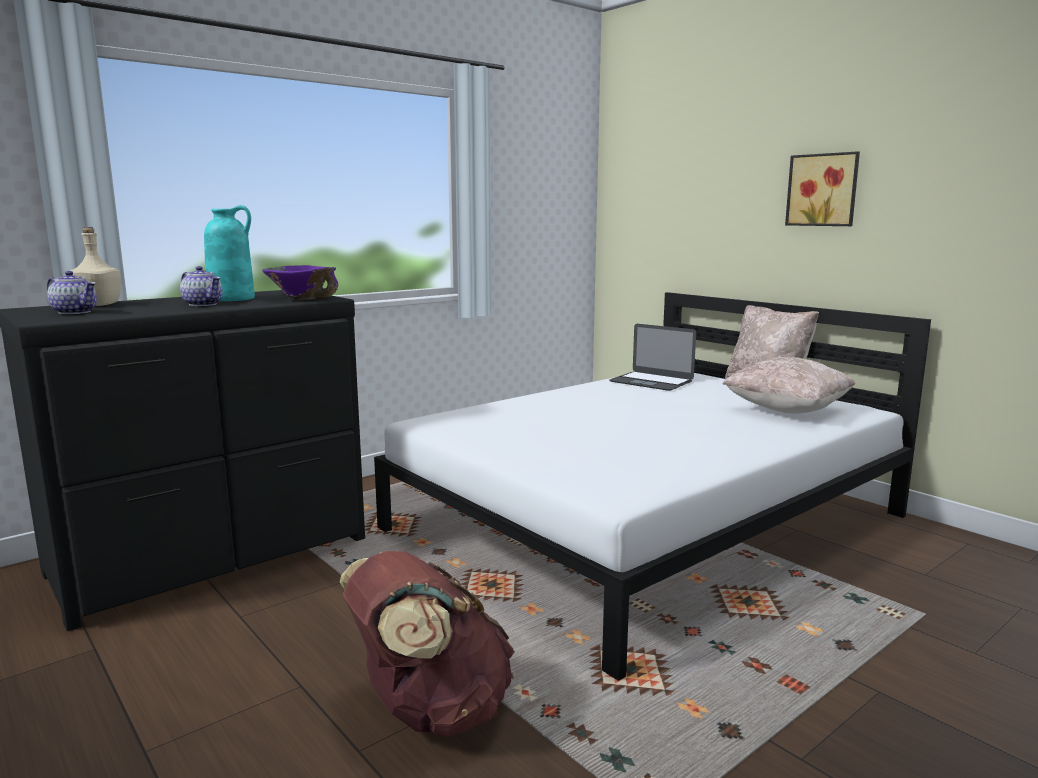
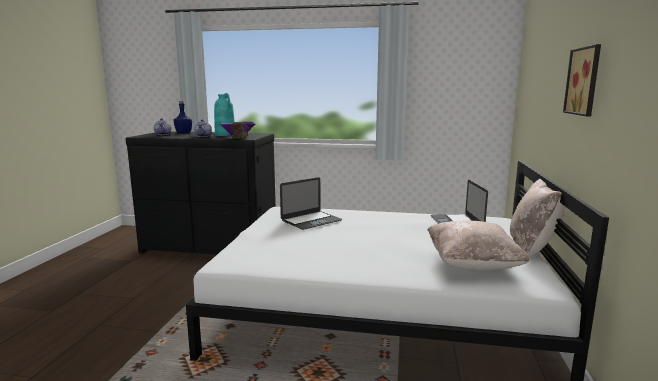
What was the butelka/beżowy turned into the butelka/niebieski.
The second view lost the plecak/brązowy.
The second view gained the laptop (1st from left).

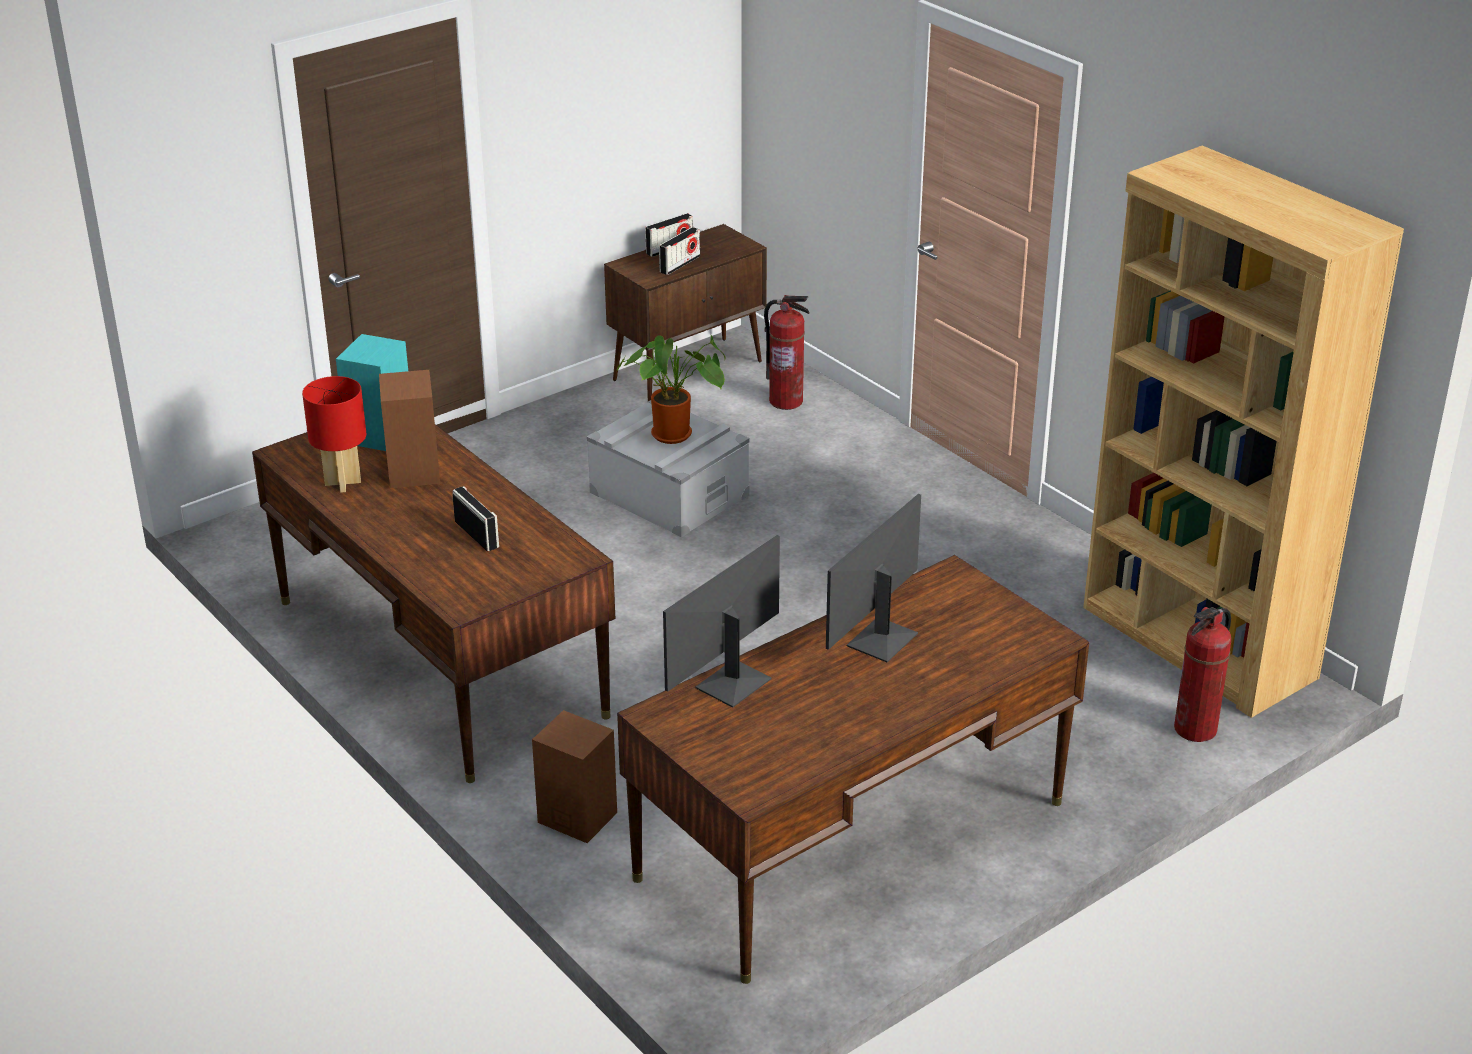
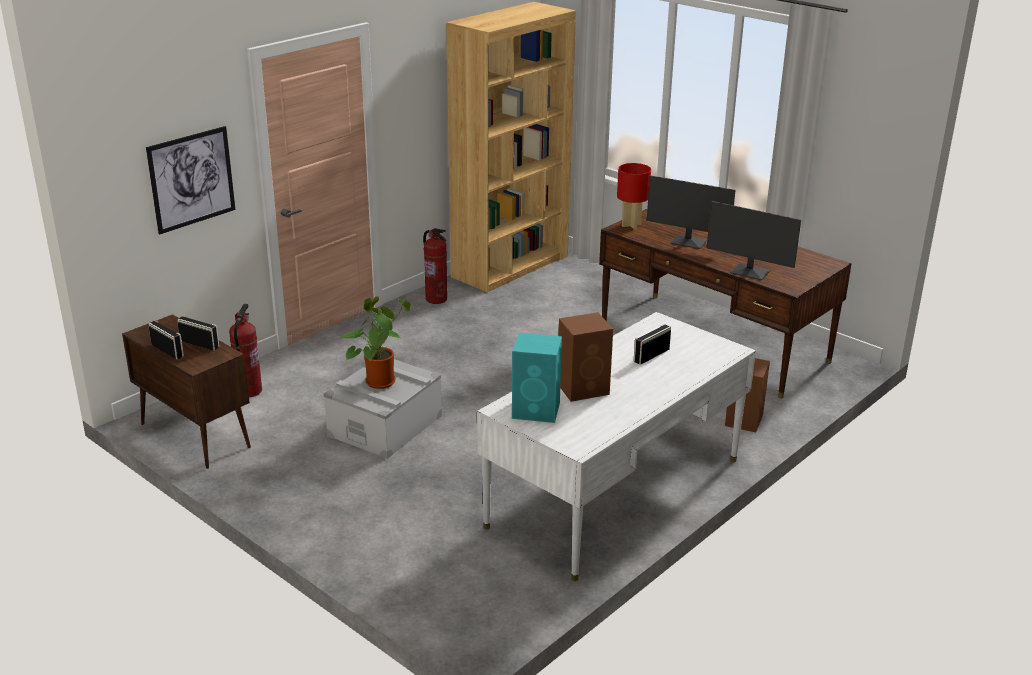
The lampa stołowa/czerwony ended up elsewhere.
What was the biurko/brązowy (1st from left) turned into the biurko/biały.
The gaśnica (2nd from left) ended up elsewhere.
The second view gained the obraz.

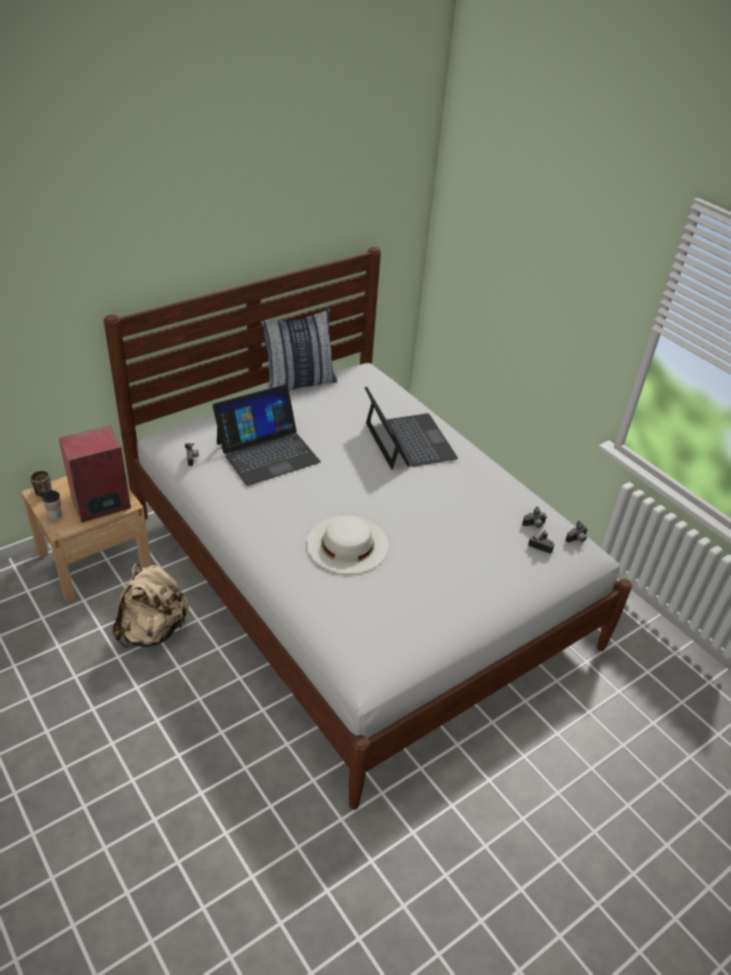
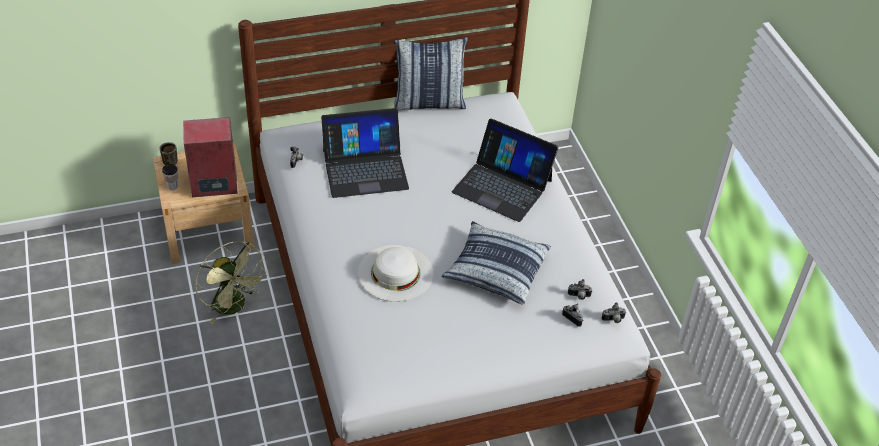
The laptop (2nd from left) ended up facing another way, 120 degrees clockwise from before.
Where the plecak/beżowy stood, the wentylator/zielony came to stand.
The second view gained the poduszka (2nd from left).

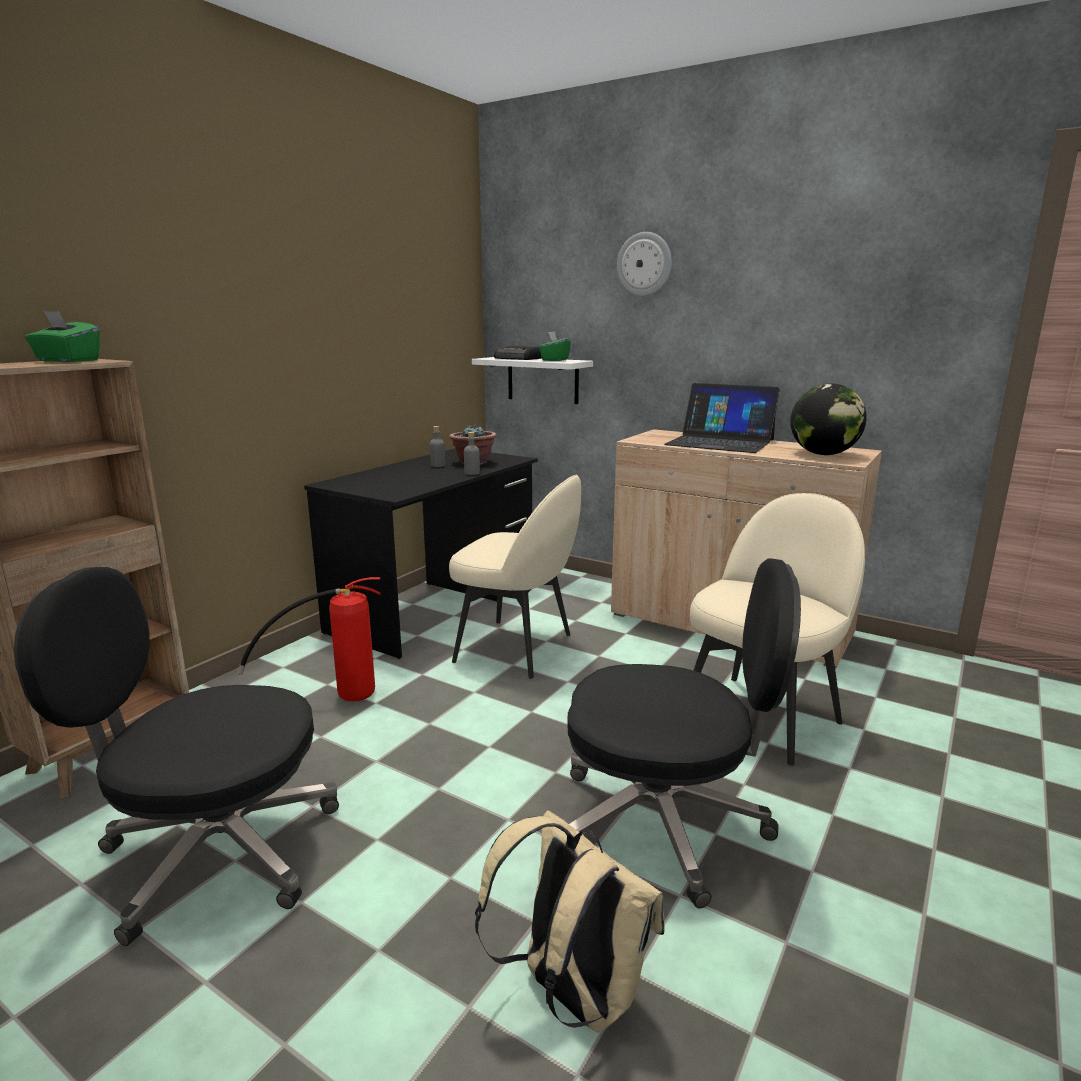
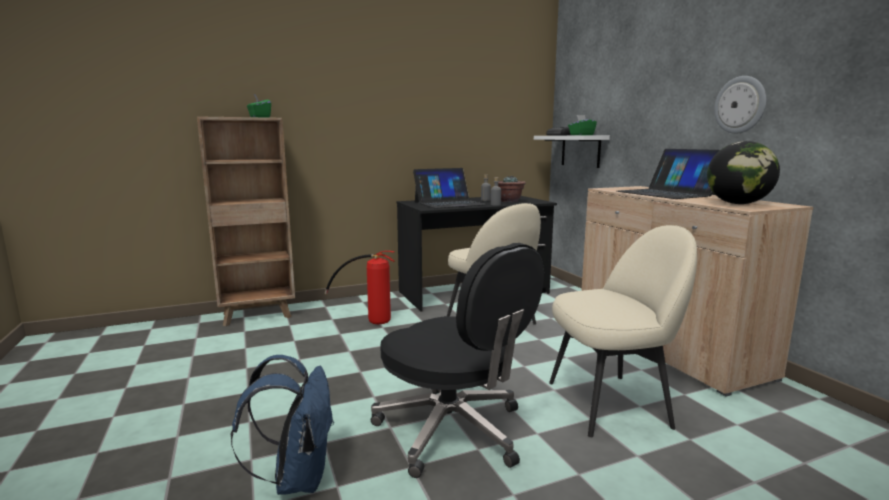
The zegar ścienny ended up elsewhere.
The second view lost the krzesło biurowe/czarny (1st from left).
What was the plecak/beżowy turned into the plecak/niebieski.
The second view gained the laptop (1st from left).

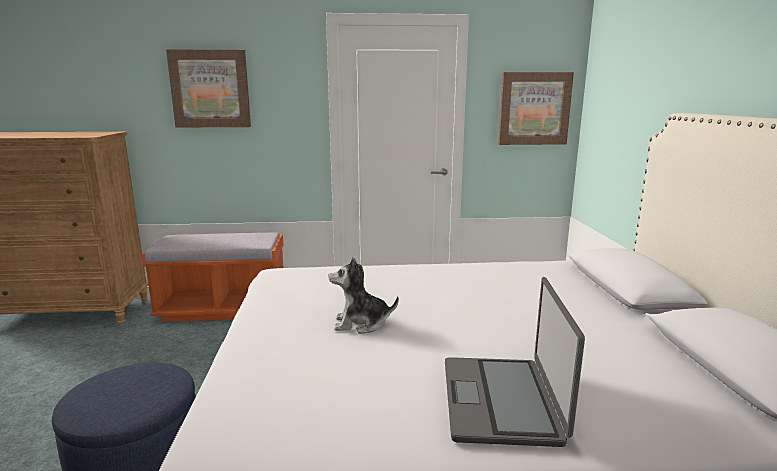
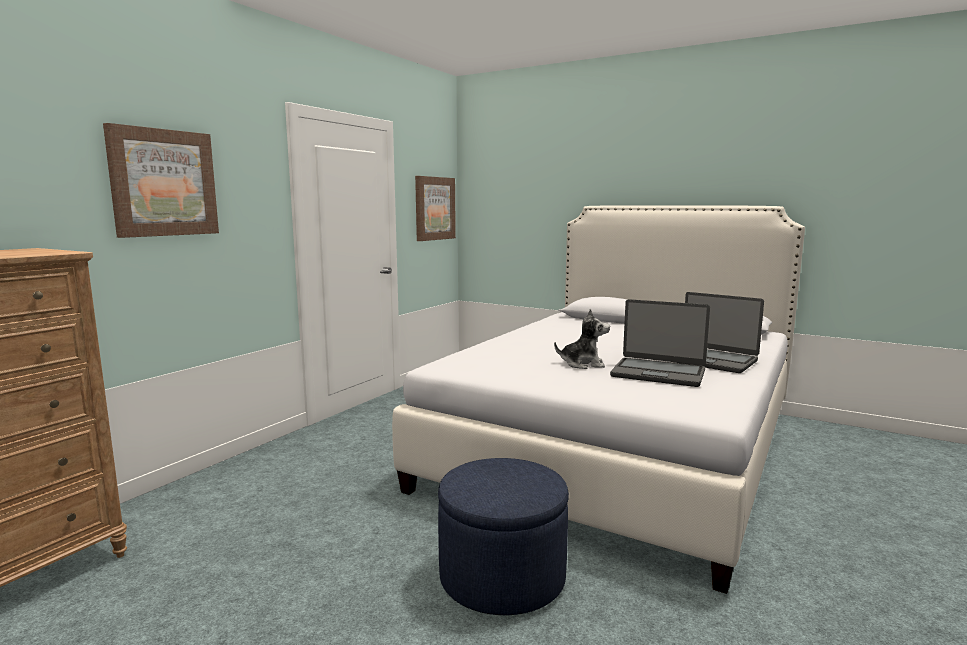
The second view lost the ławka/pomarańczowy.
The pluszak ended up facing another way, 120 degrees counterclockwise from before.
The second view gained the laptop (1st from left).

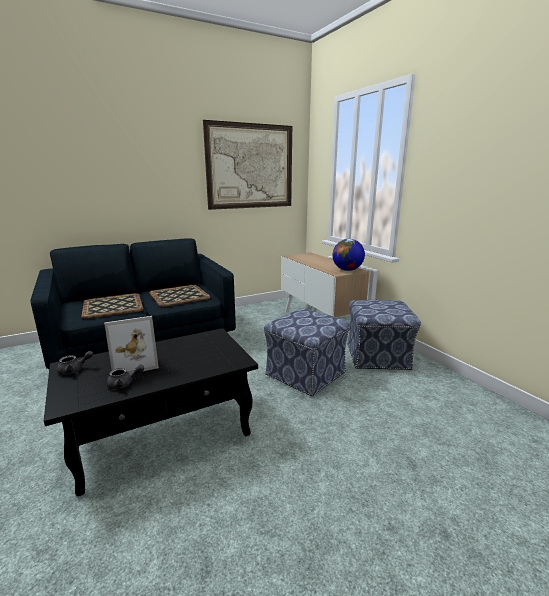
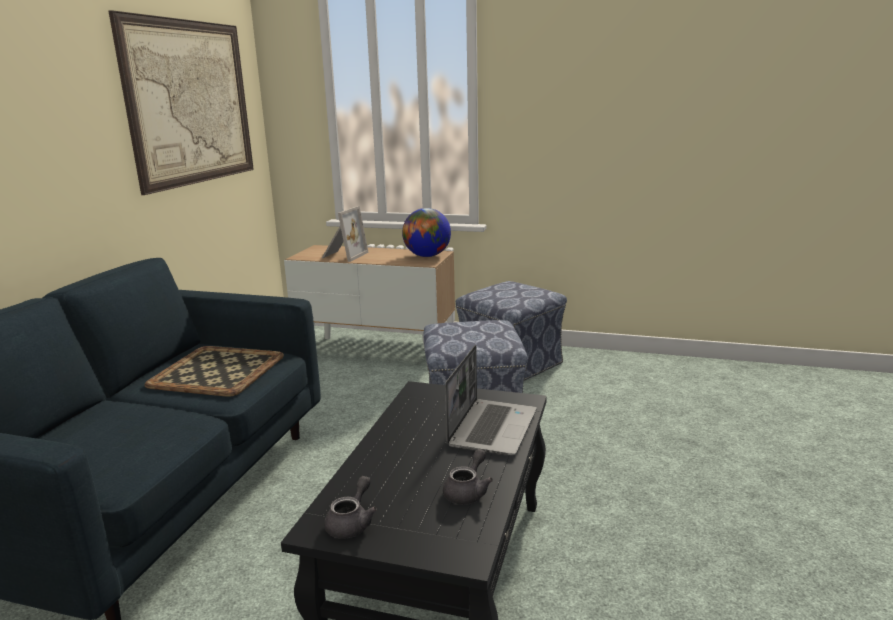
The second view lost the taca (1st from left).
The ramka na zdjęcie ended up elsewhere.
The second view gained the laptop.

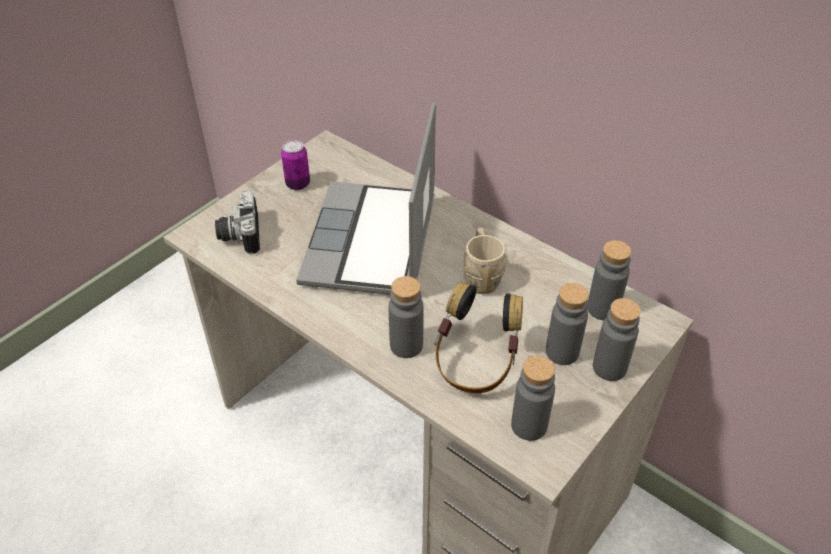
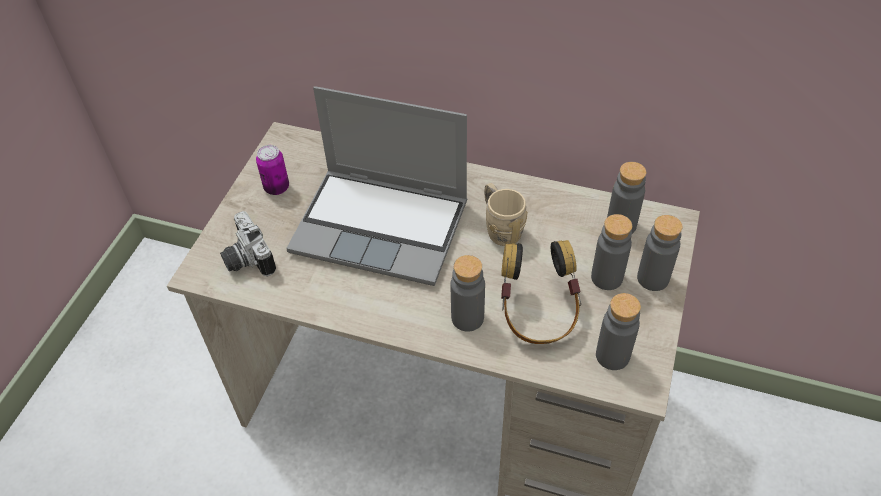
The laptop ended up facing another way, 60 degrees counterclockwise from before.

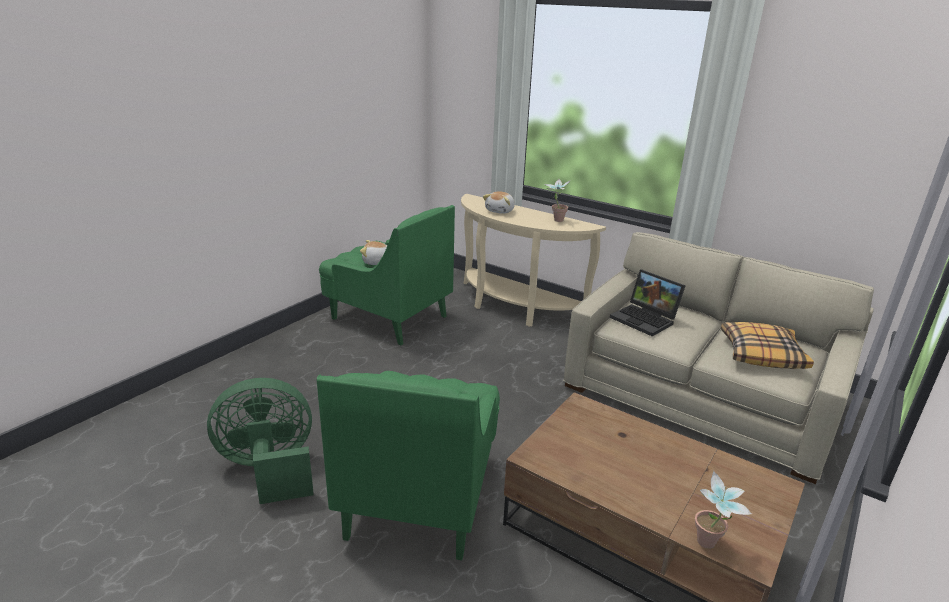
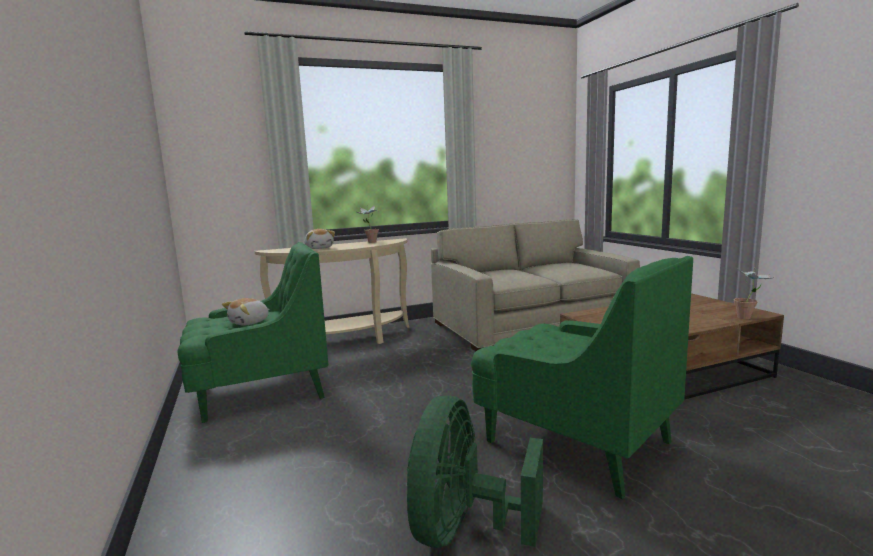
The second view lost the laptop.
The second view lost the poduszka.

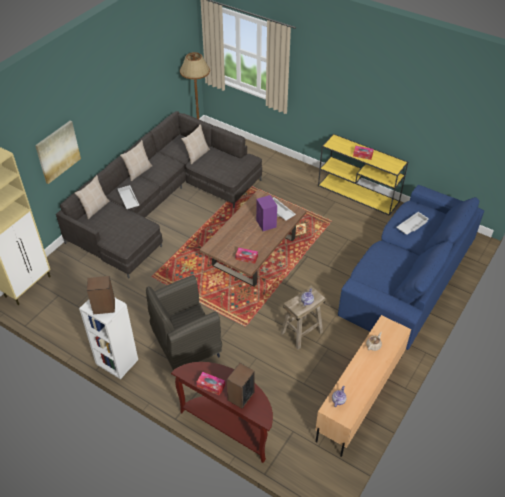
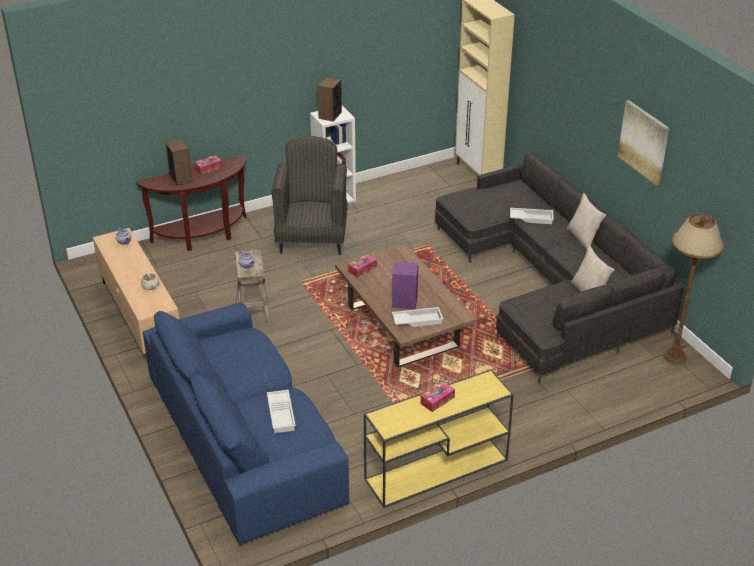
The obraz ended up elsewhere.
The second view lost the poduszka/beżowy (1st from left).

